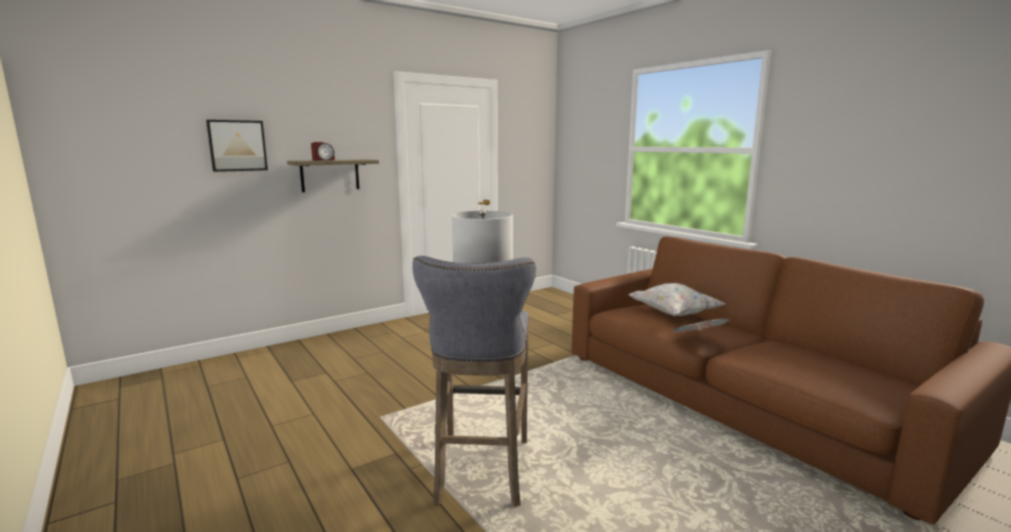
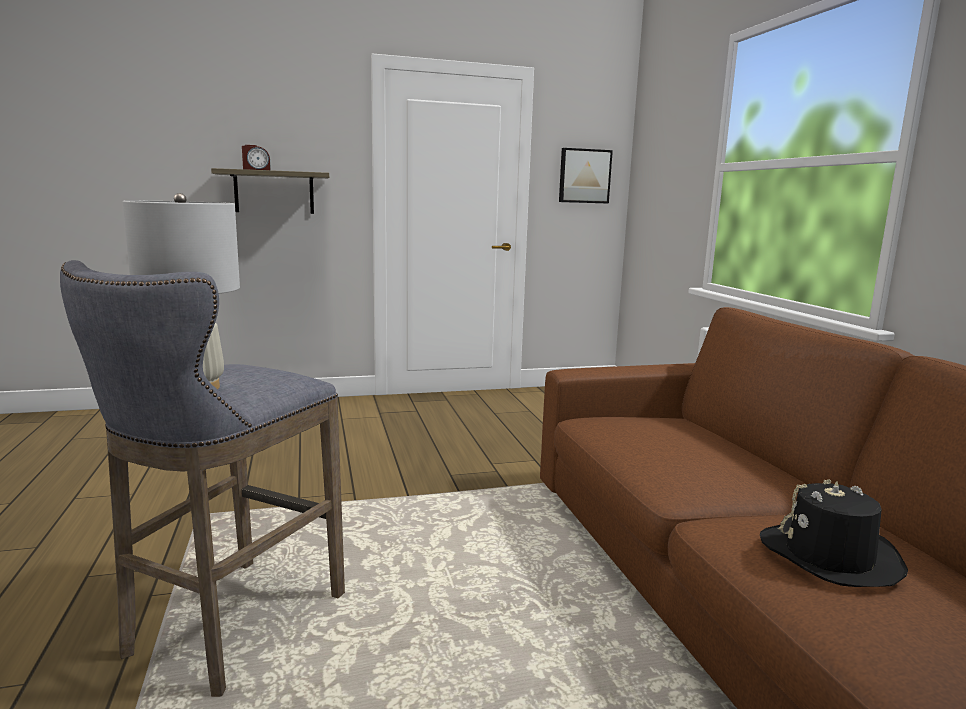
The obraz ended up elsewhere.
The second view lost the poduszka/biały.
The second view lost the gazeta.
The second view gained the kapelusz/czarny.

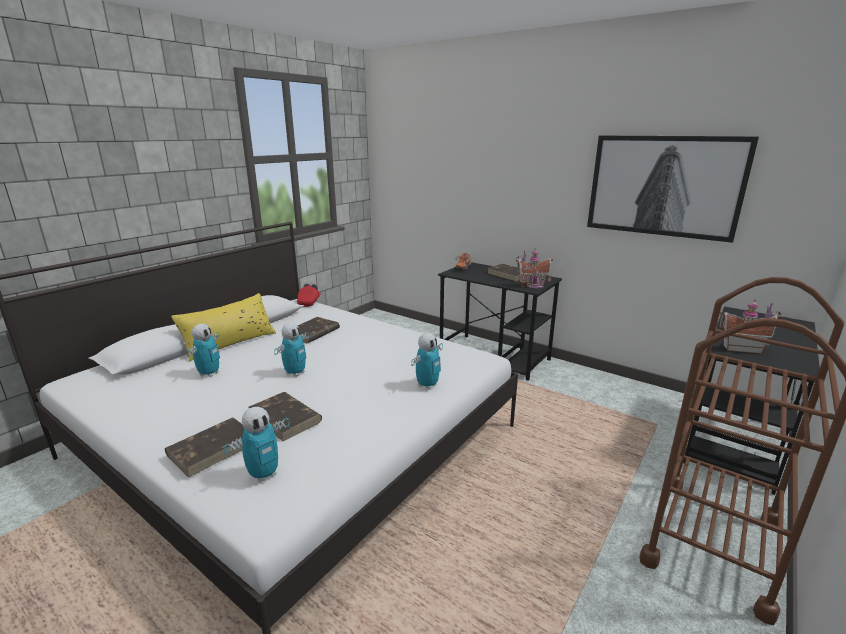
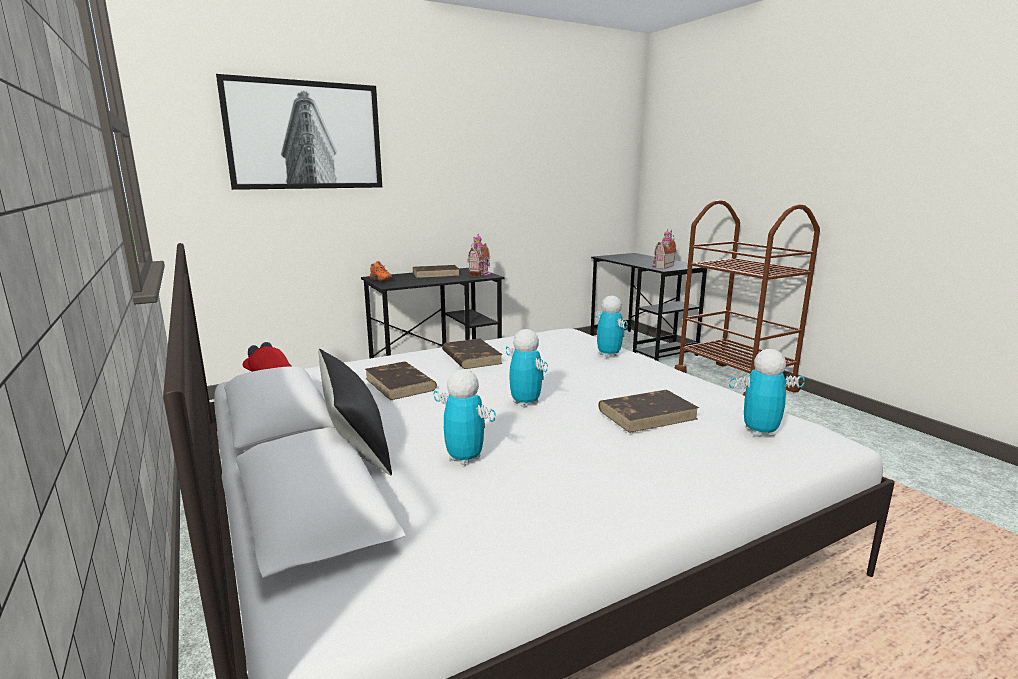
The obraz ended up elsewhere.
What was the poduszka/żółty turned into the poduszka/czarny.
The robot zabawkowy (2nd from left in the first image) ended up facing another way, 75 degrees counterclockwise from before.
The książka/brązowy (1st from left in the first image) ended up elsewhere.

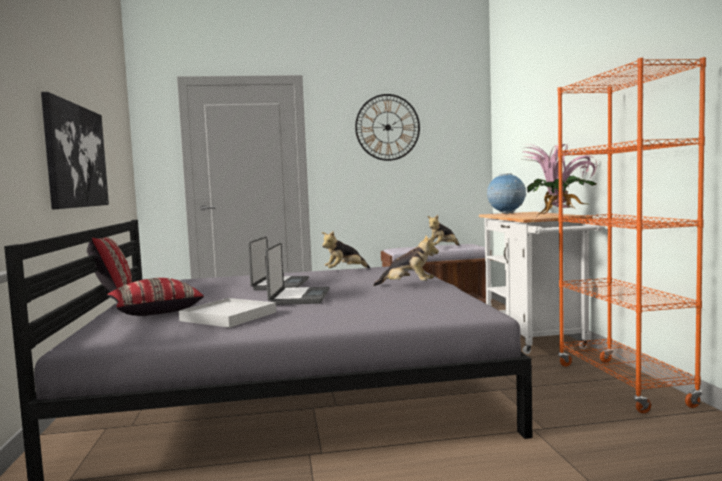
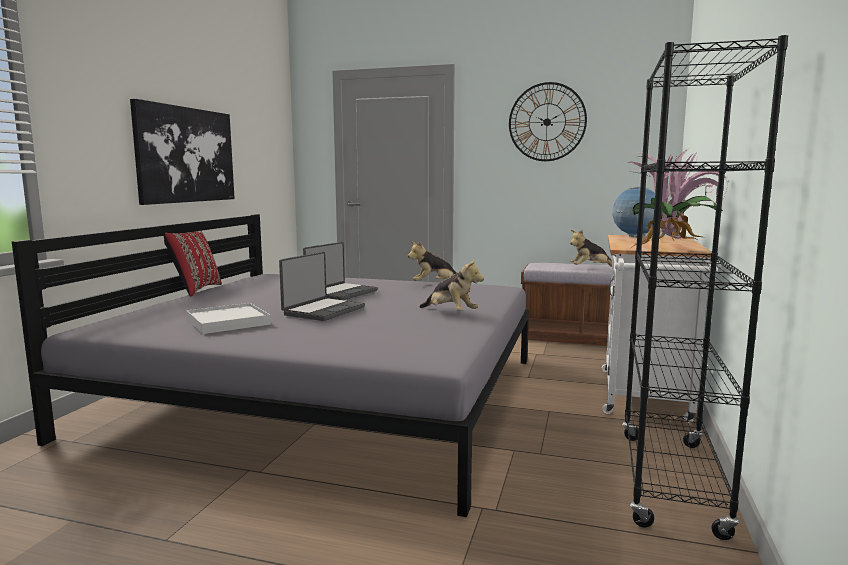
What was the regał/pomarańczowy turned into the regał/czarny.
The second view lost the poduszka/czerwony (2nd from left).

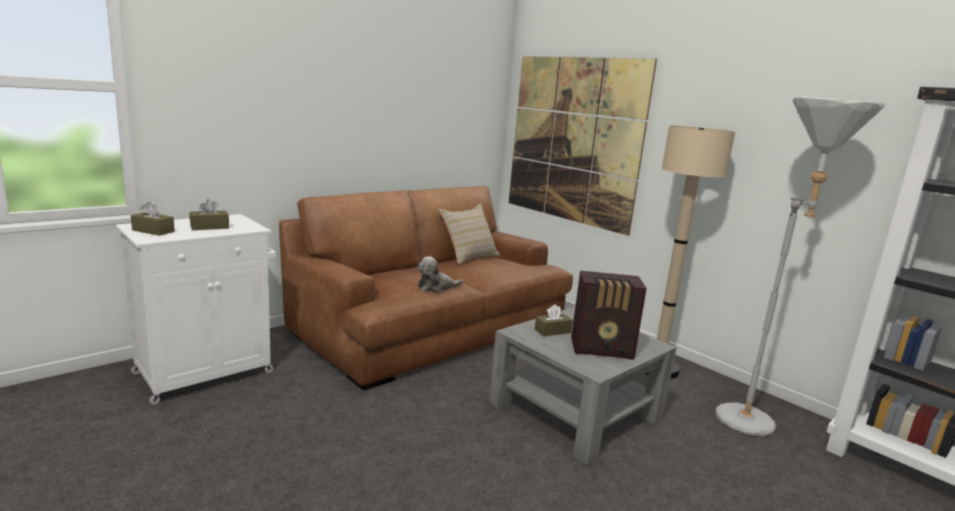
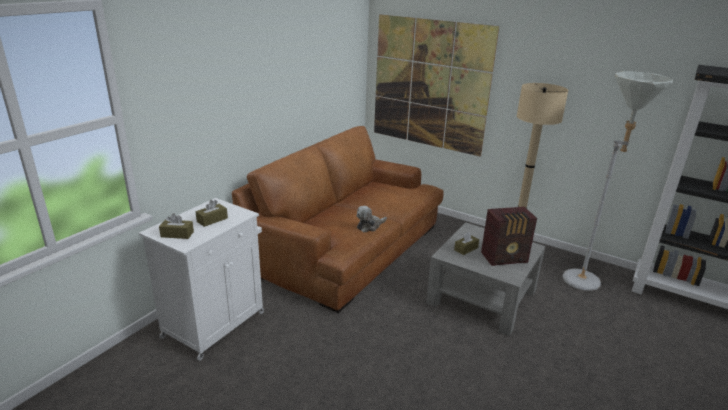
The second view lost the poduszka/beżowy.

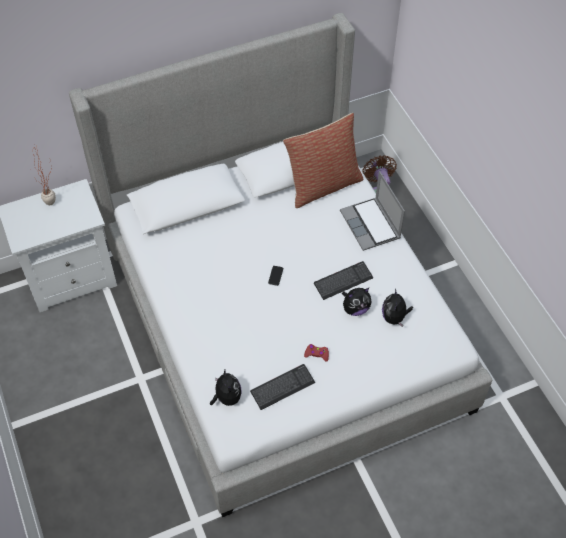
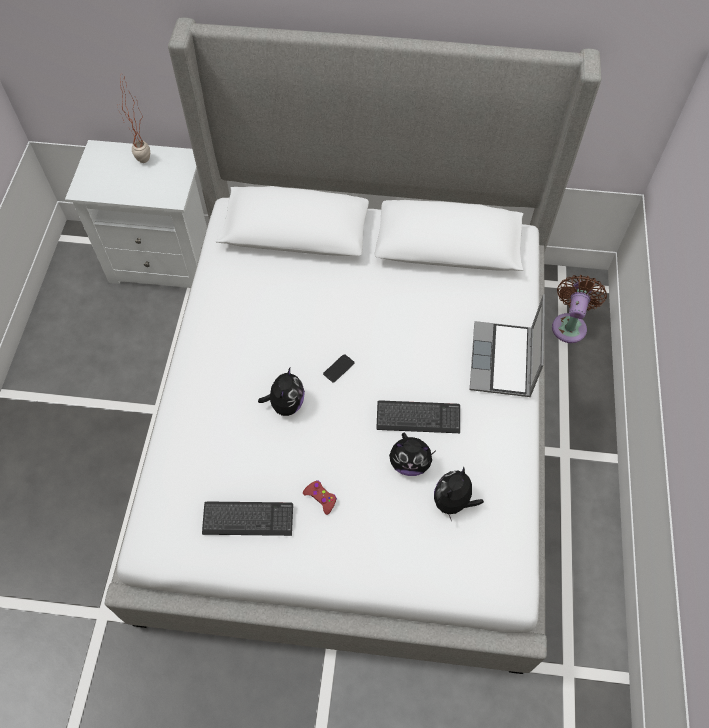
The second view lost the poduszka.
The pluszak (1st from left) ended up elsewhere.

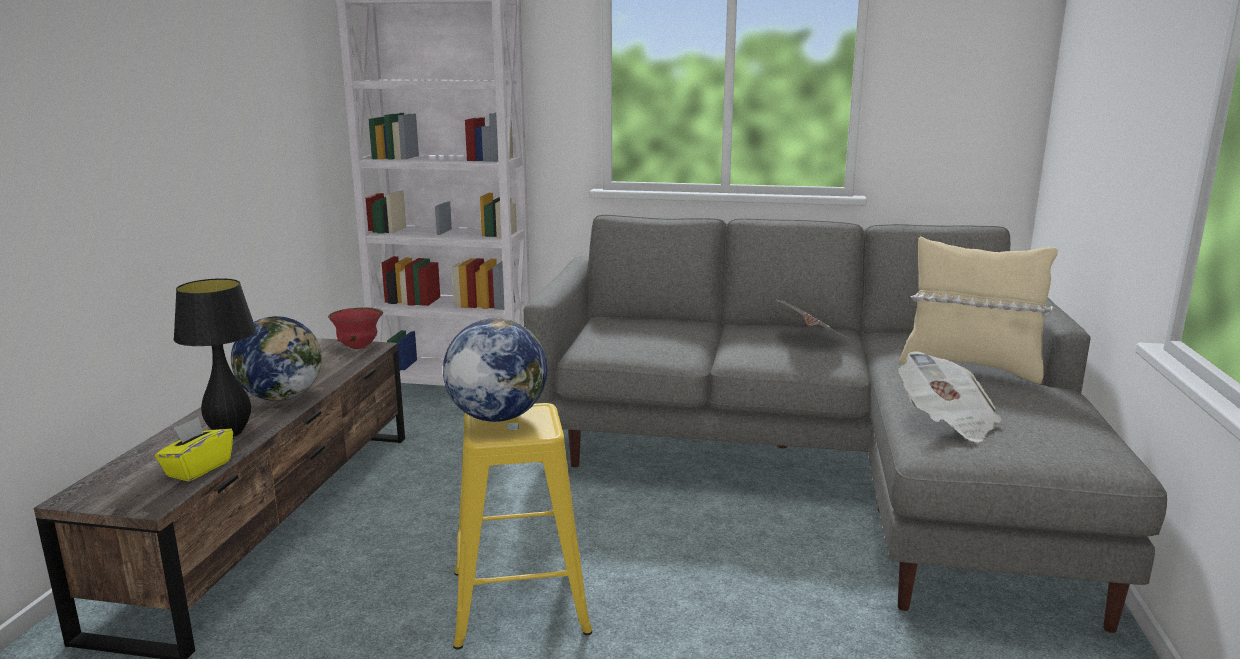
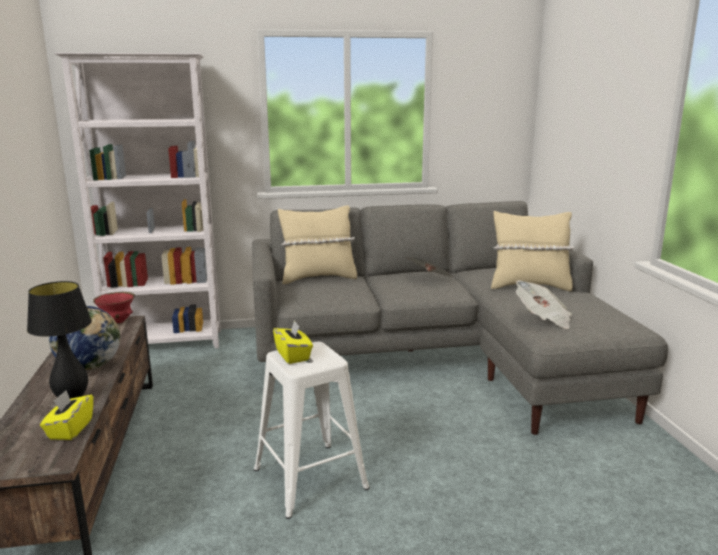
Where the globus (2nd from left) stood, the pudełko chusteczek/żółty (2nd from left) came to stand.
What was the stołek/żółty turned into the stołek/biały.
The second view gained the poduszka/beżowy (1st from left).

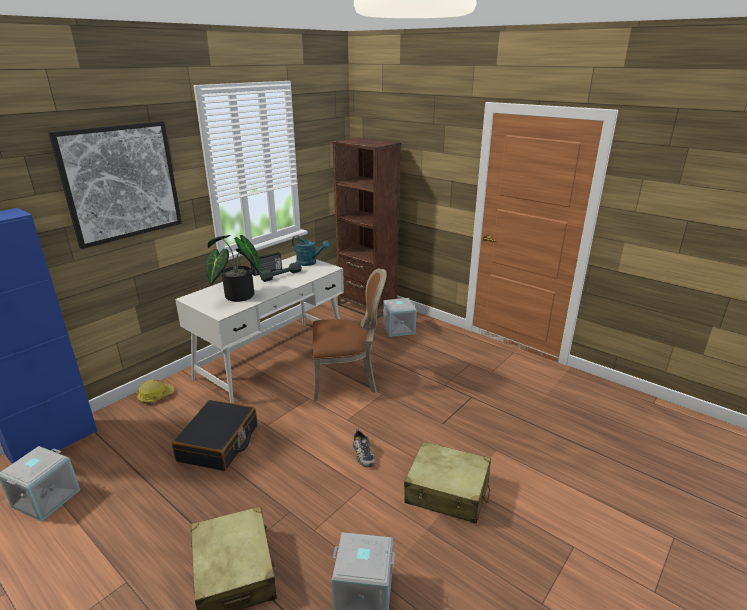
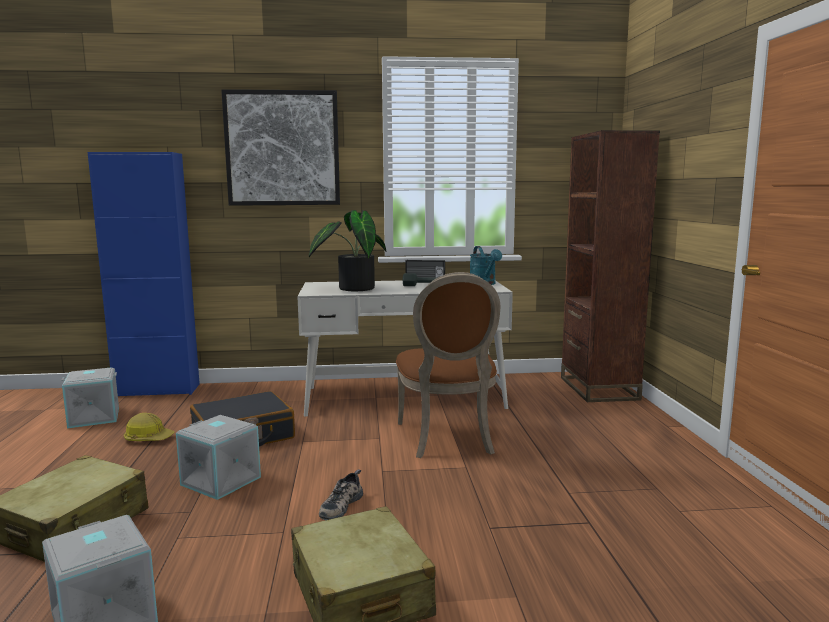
The krzesło/brązowy ended up facing another way, 45 degrees clockwise from before.
The pojemnik do przechowywania/szary (3rd from left) ended up elsewhere.
The kask ended up elsewhere.

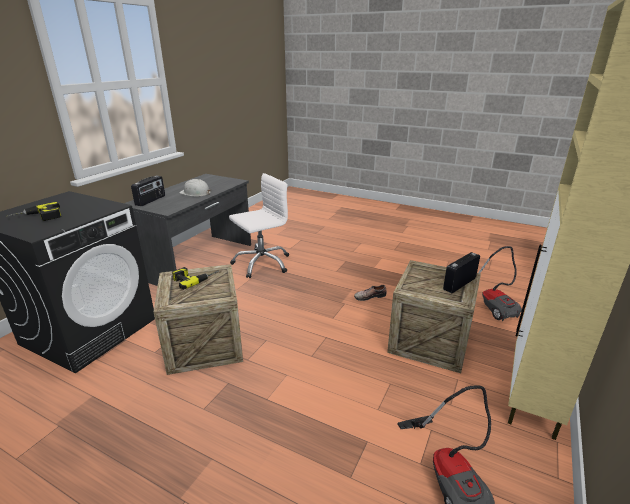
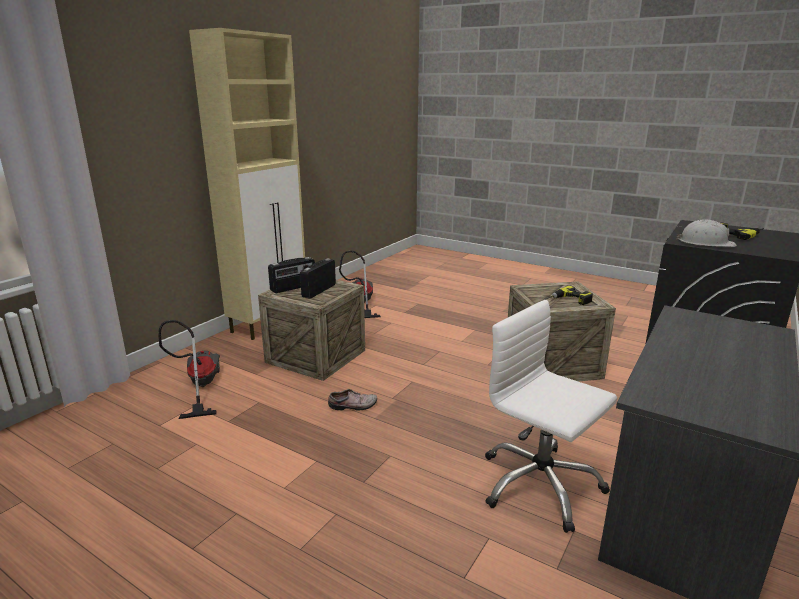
The krzesło biurowe/biały ended up facing another way, 75 degrees clockwise from before.
The radio (1st from left in the first image) ended up elsewhere.
The kask/biały ended up elsewhere.

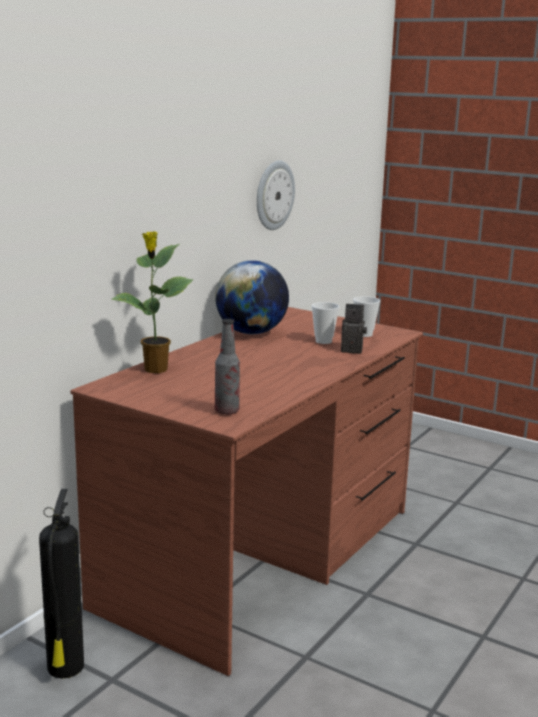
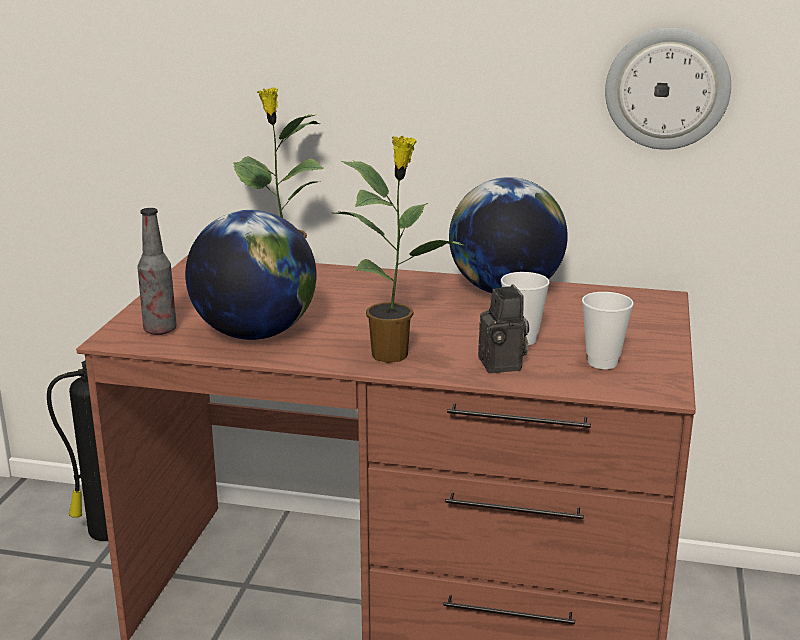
The second view gained the roślina doniczkowa (2nd from left).
The second view gained the globus (1st from left).

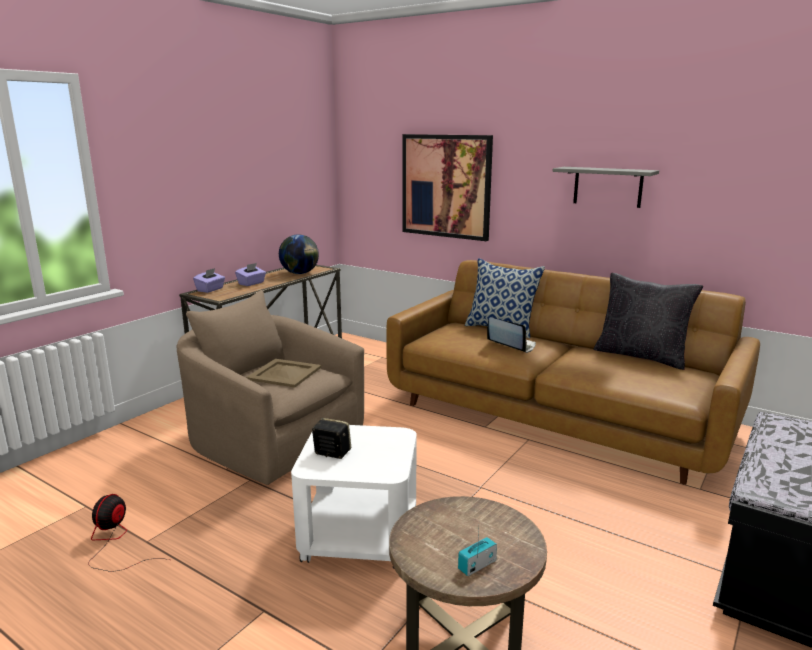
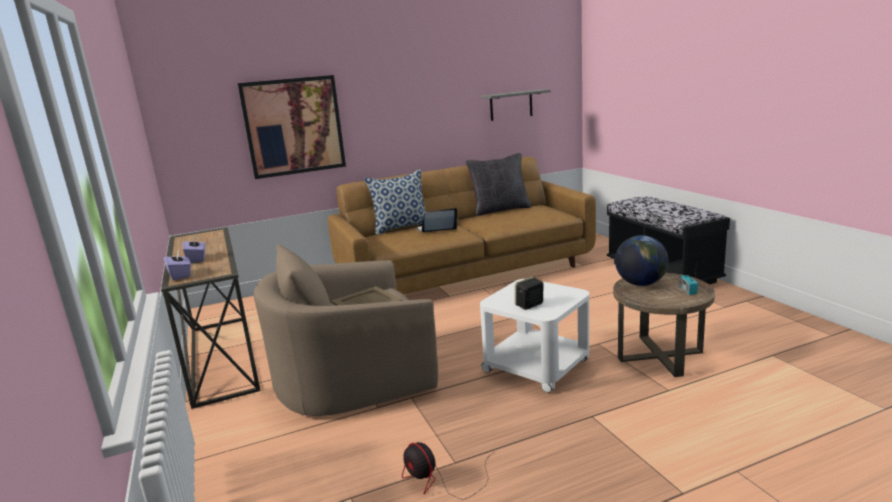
The półka/szary ended up elsewhere.
The globus ended up elsewhere.

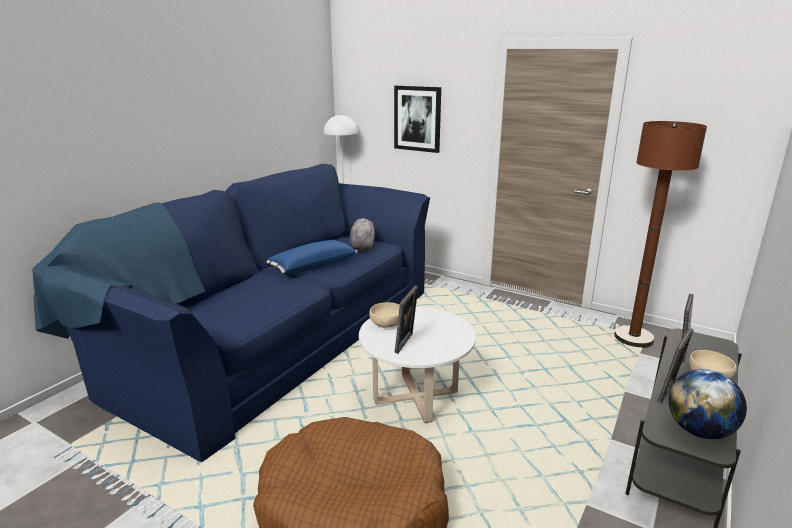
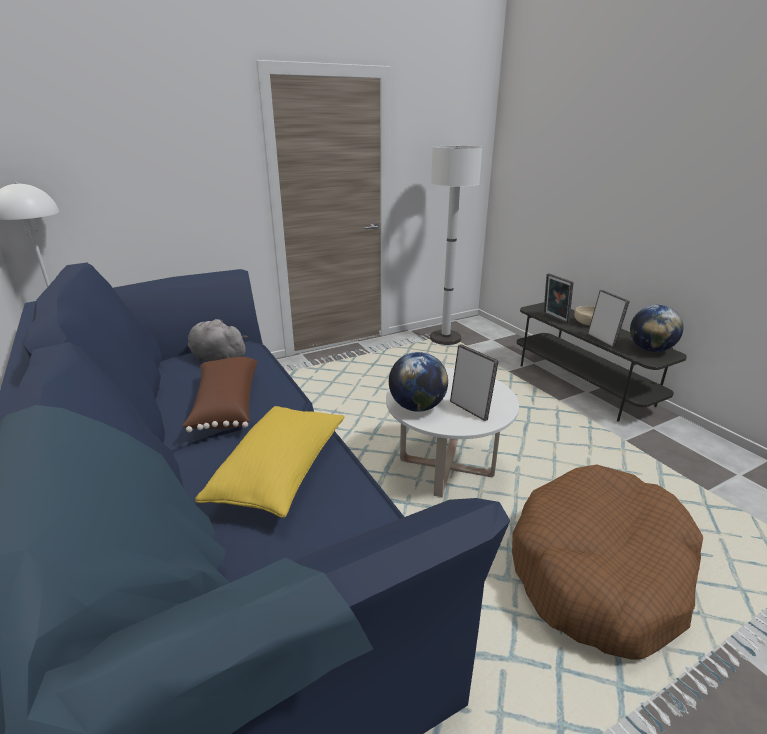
The second view lost the obraz.
What was the lampa stojąca/brązowy turned into the lampa stojąca/biały (2nd from left).
What was the poduszka/niebieski turned into the poduszka/brązowy.
Where the miska/beżowy (1st from left) stood, the globus (1st from left) came to stand.
The second view gained the poduszka/żółty.

